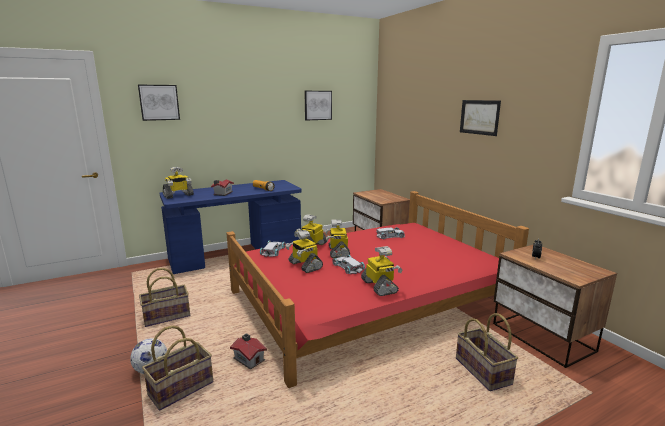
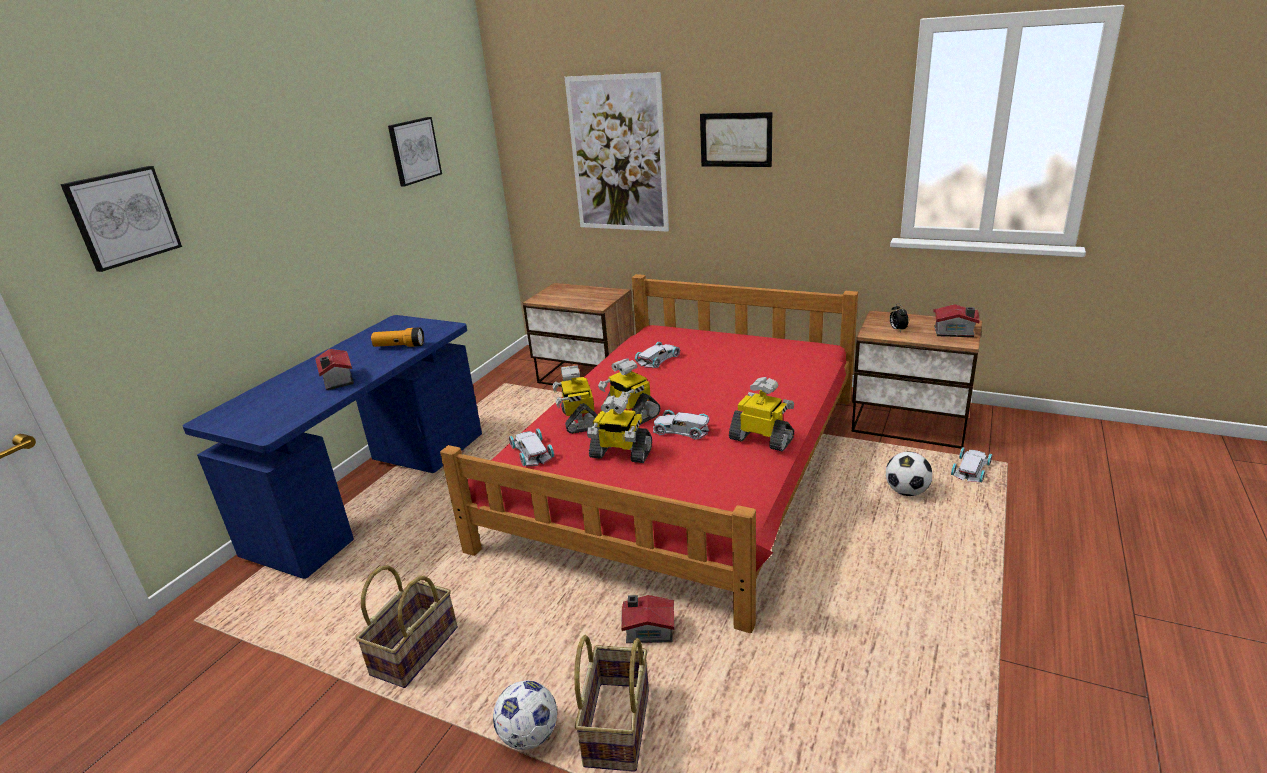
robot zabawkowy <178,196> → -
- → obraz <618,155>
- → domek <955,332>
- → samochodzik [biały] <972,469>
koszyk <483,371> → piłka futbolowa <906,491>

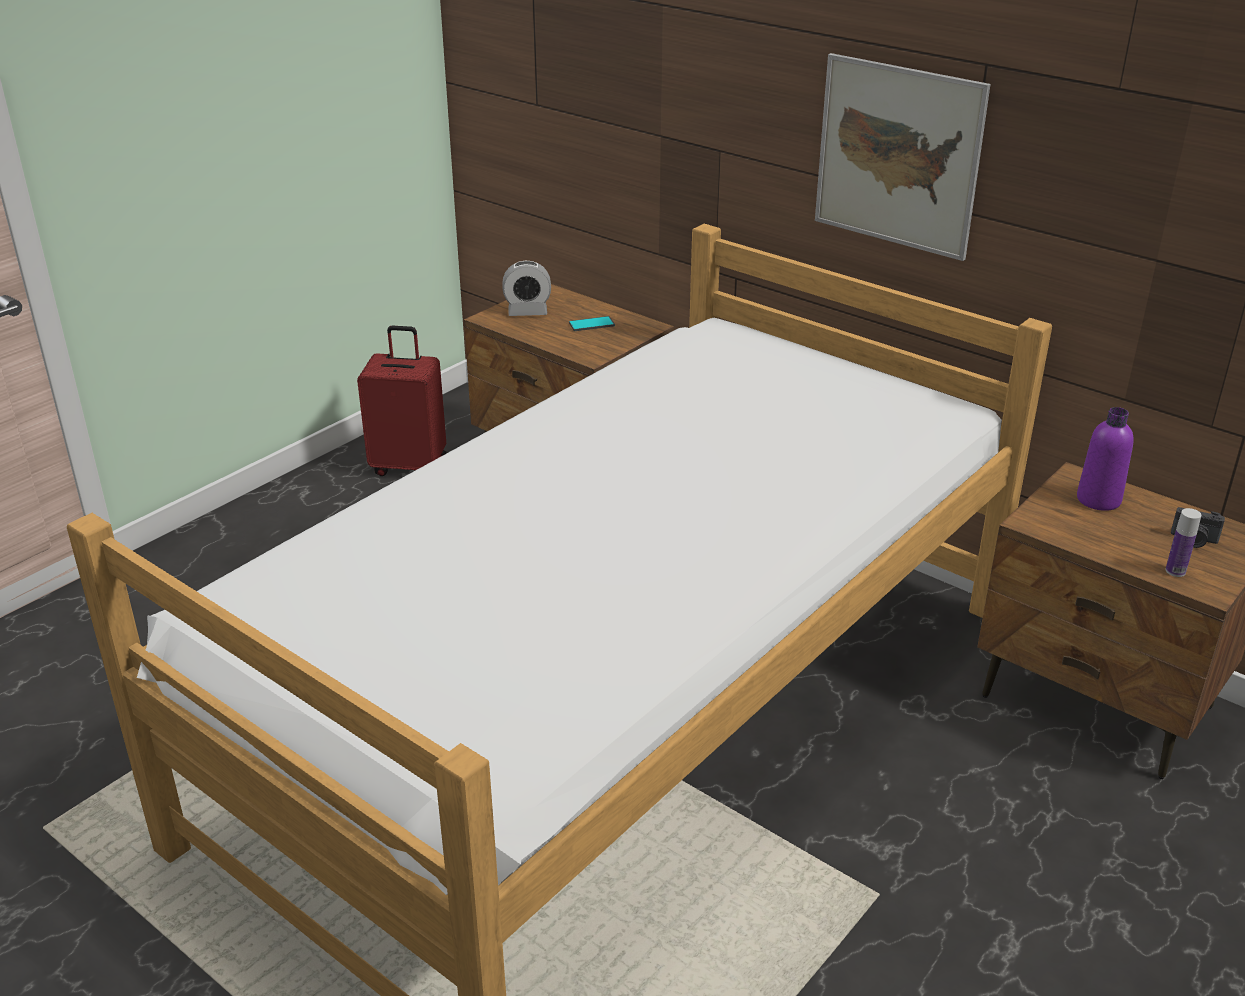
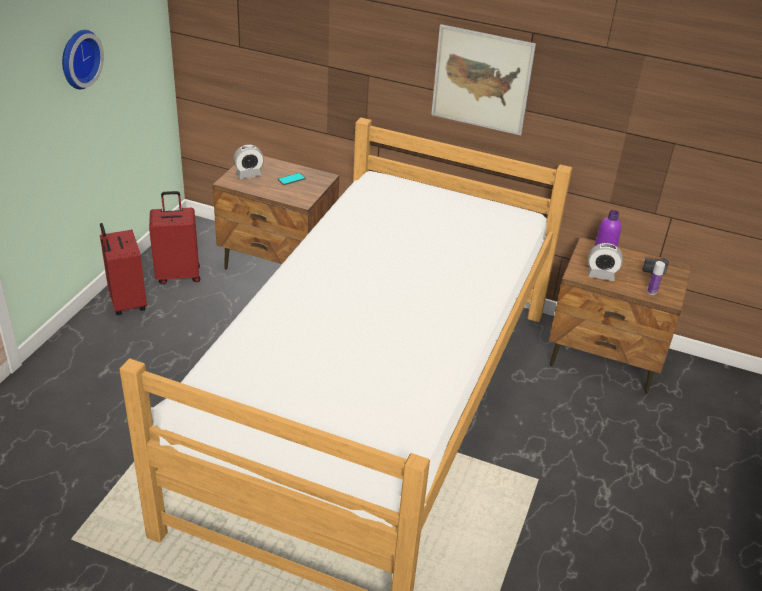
- → zegar ścienny <78,58>
- → walizka [czerwony] <126,303>
- → budzik <601,275>

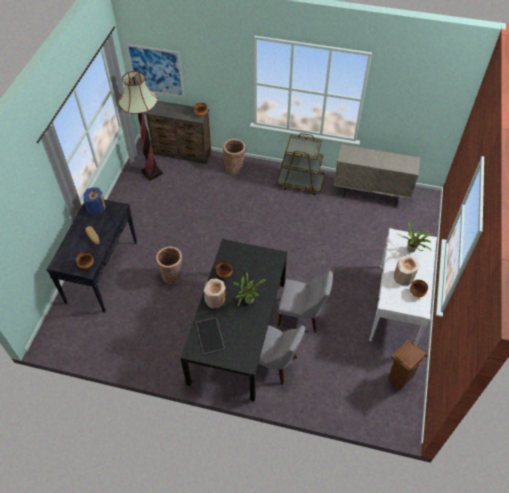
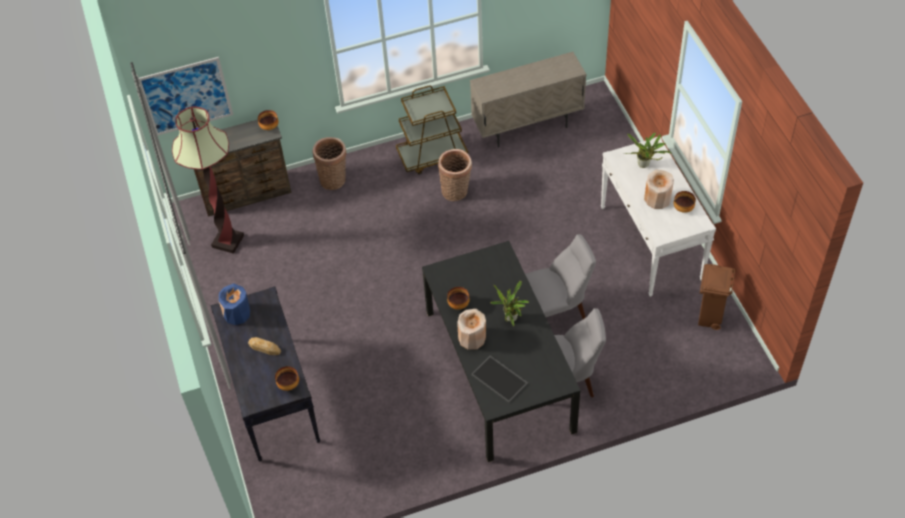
koszyk <172,277> → koszyk <456,191>, shifted

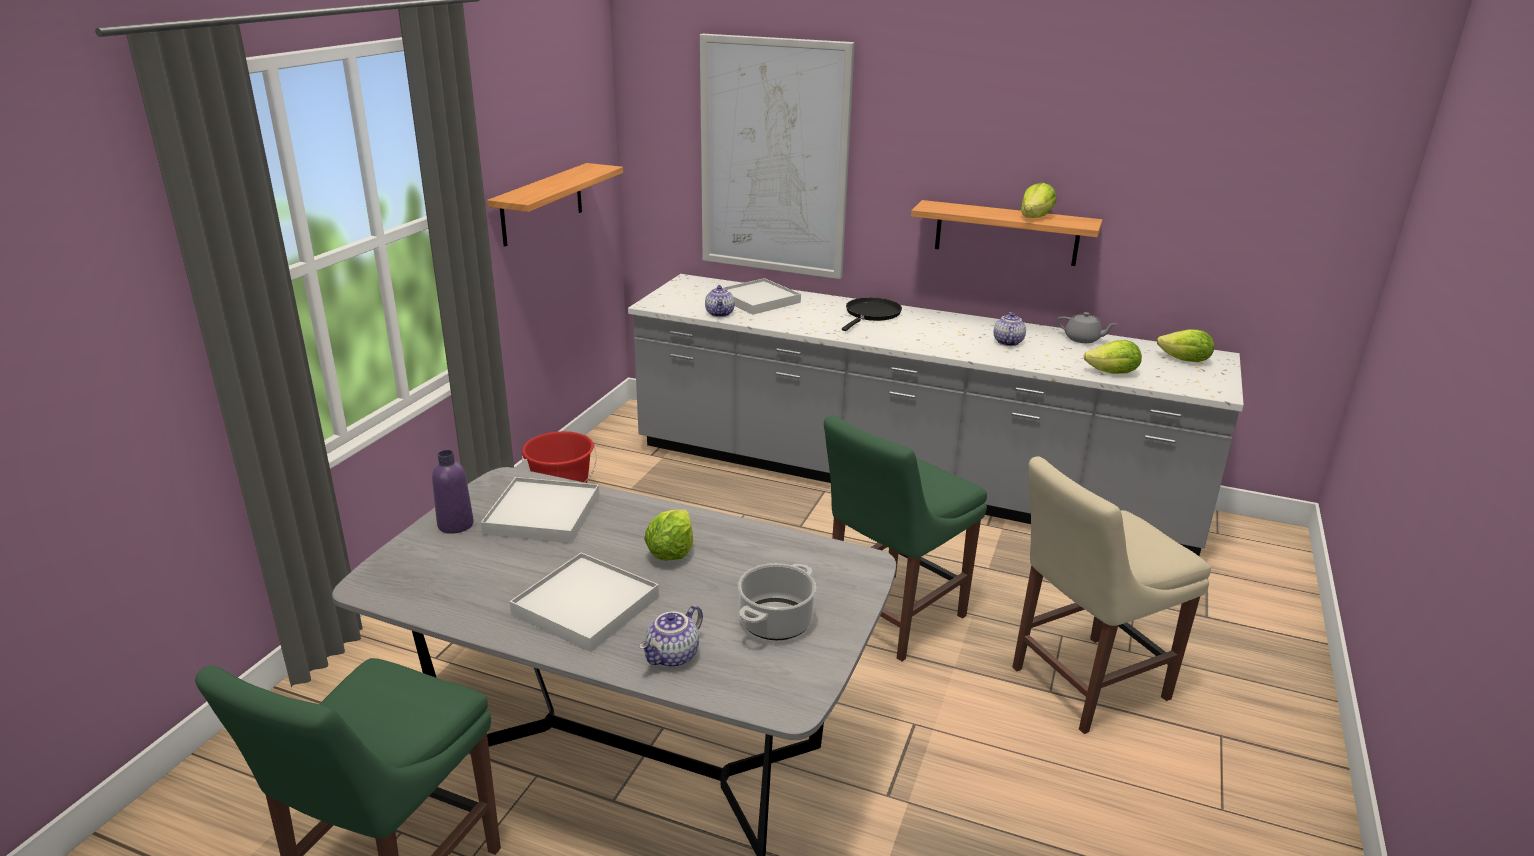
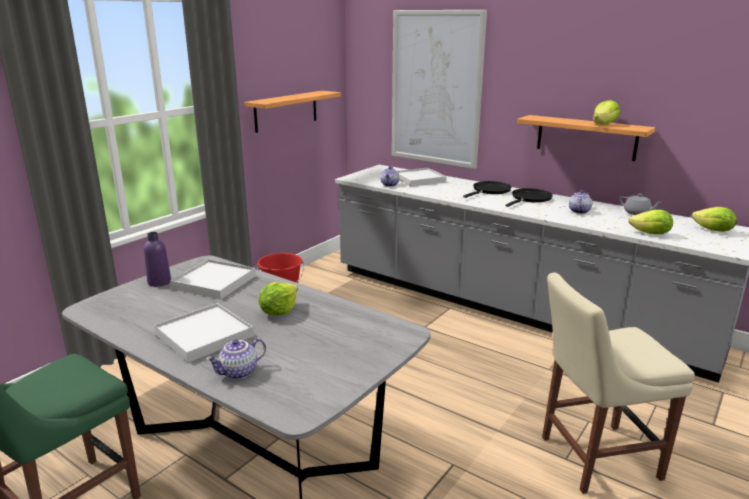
garnek <776,621> → -
krzesło [zielony] <890,618> → -
- → patelnia [czarny] <530,199>

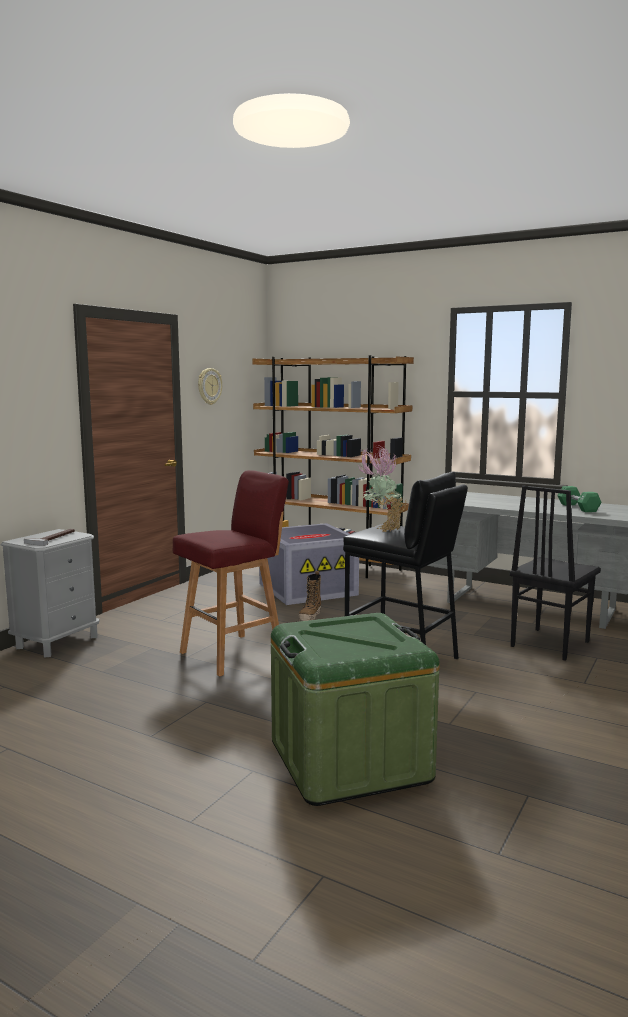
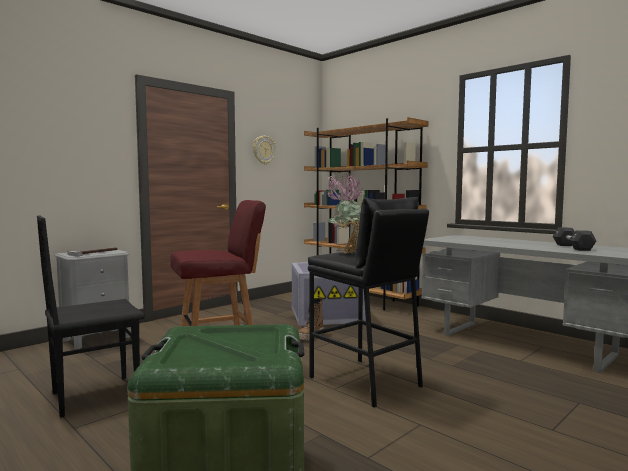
krzesło [czarny] <548,644> → krzesło [czarny] <94,395>, shifted
hantel [zielony] <578,507> → hantel [czarny] <572,247>

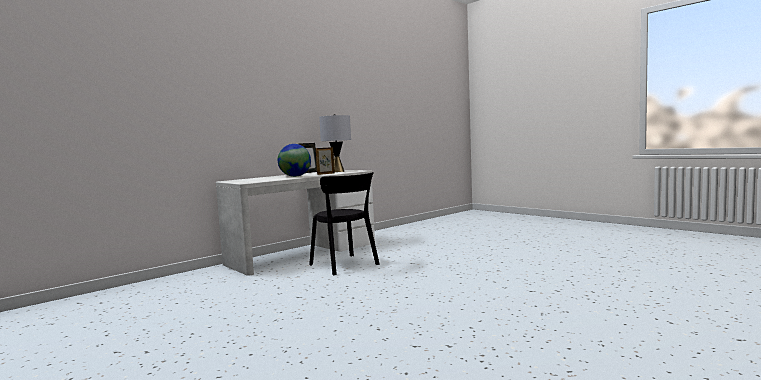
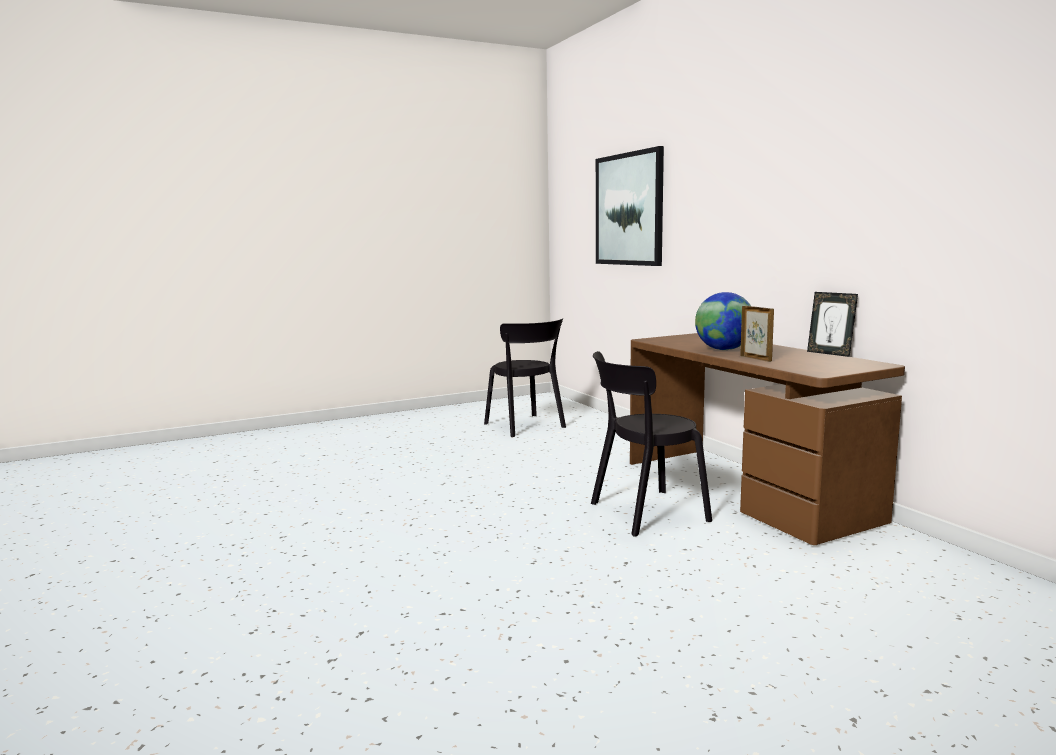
lampa stołowa [szary] <337,171> → -
- → krzesło [czarny] <526,426>
- → obraz <629,209>
biurko [biały] <303,254> → biurko [brązowy] <744,489>

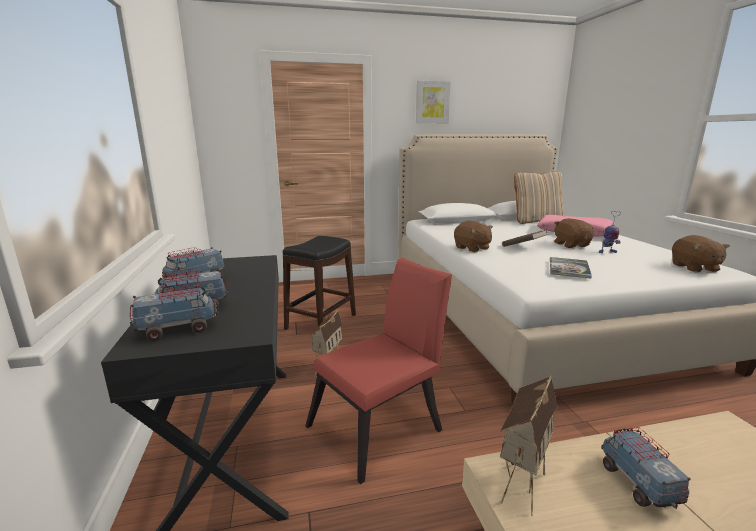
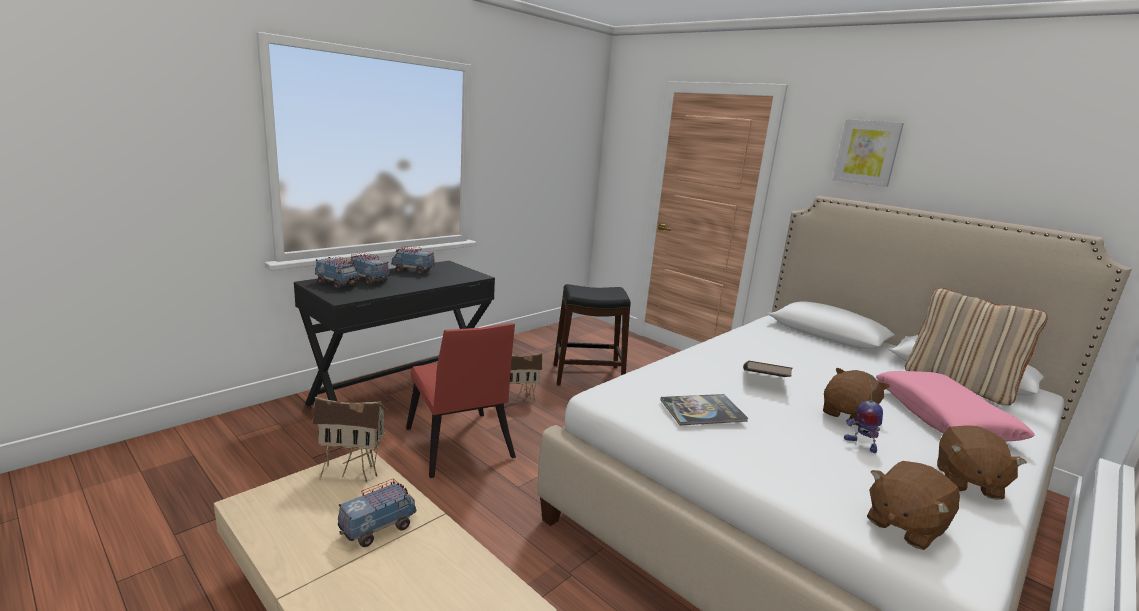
pluszak [brązowy] <472,248> → pluszak [brązowy] <966,482>, shifted
krzesło [czerwony] <381,425> → krzesło [czerwony] <459,447>, 45 degrees clockwise

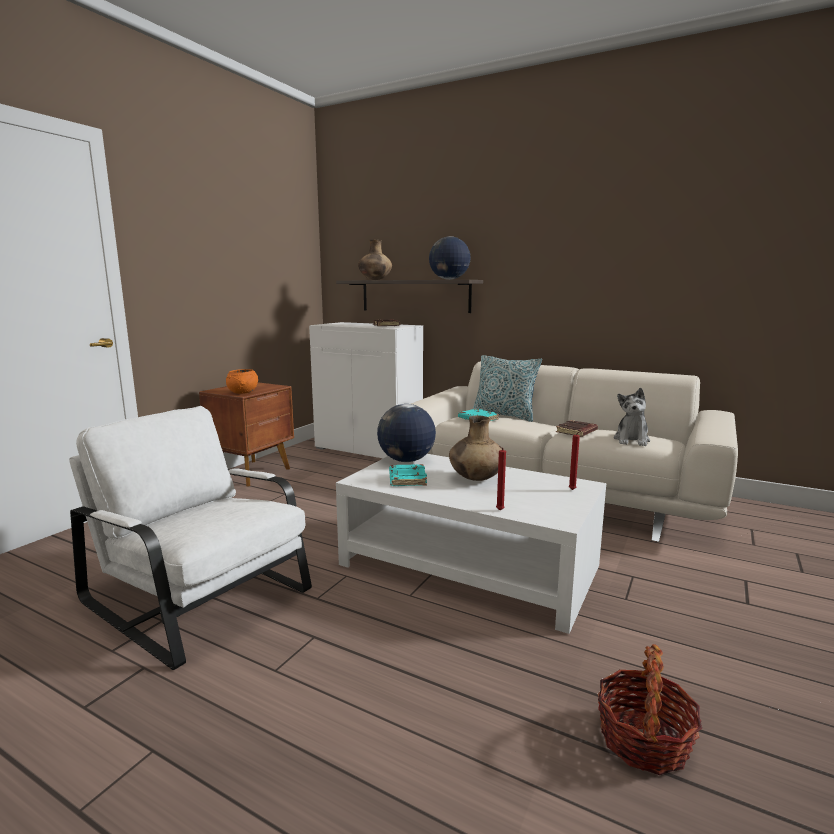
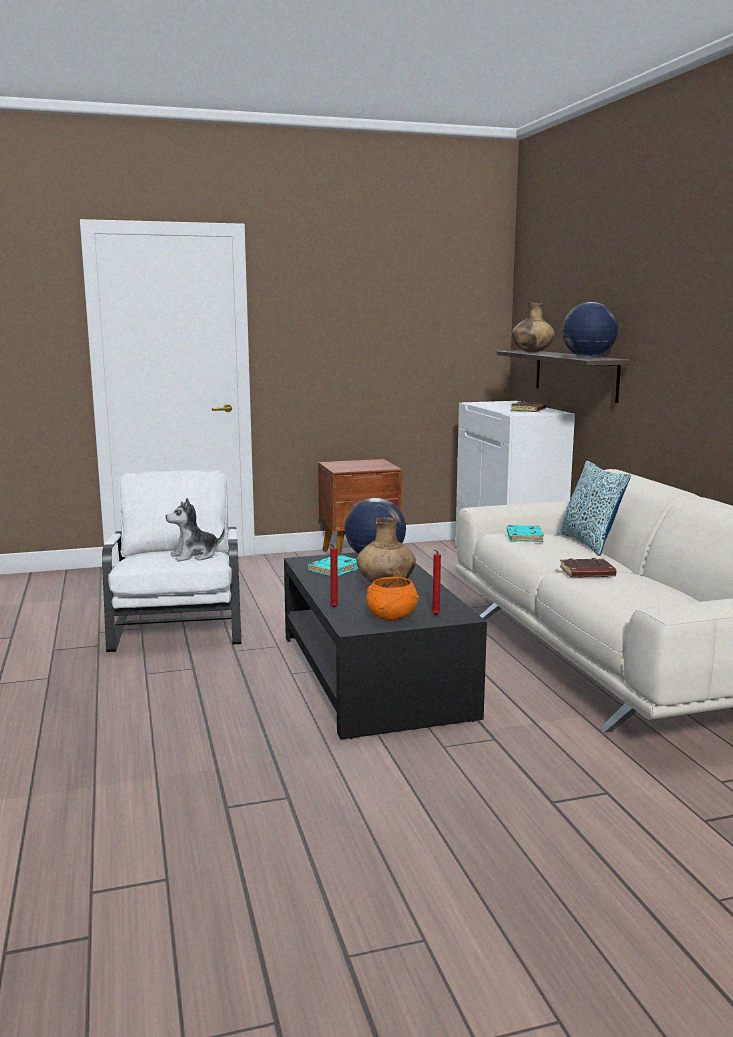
koszyk <644,740> → -
miska [pomarańczowy] <243,392> → miska [pomarańczowy] <391,617>, shifted
pluszak <632,440> → pluszak <195,556>, shifted
ława [biały] <469,565> → ława [czarny] <374,675>

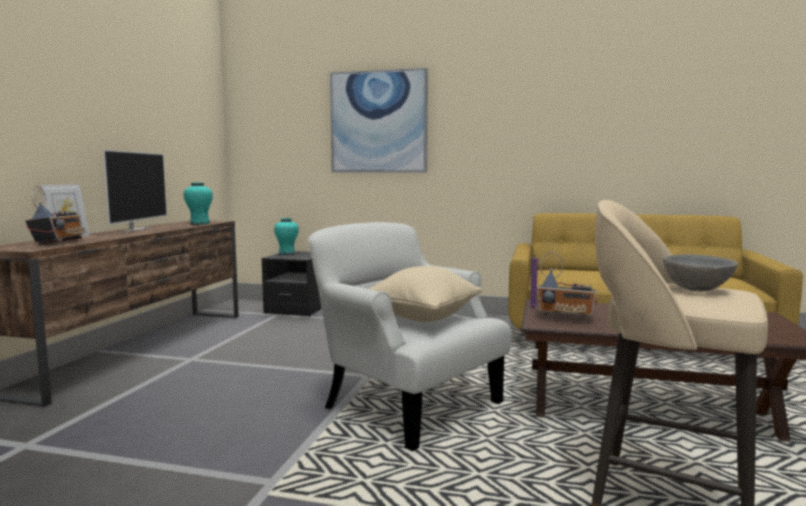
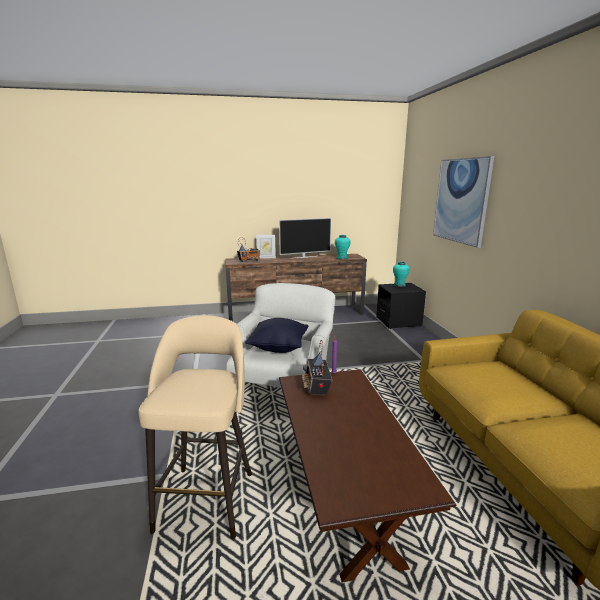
miska [szary] <698,289> → -
poduszka [beżowy] <421,318> → poduszka [czarny] <278,347>

